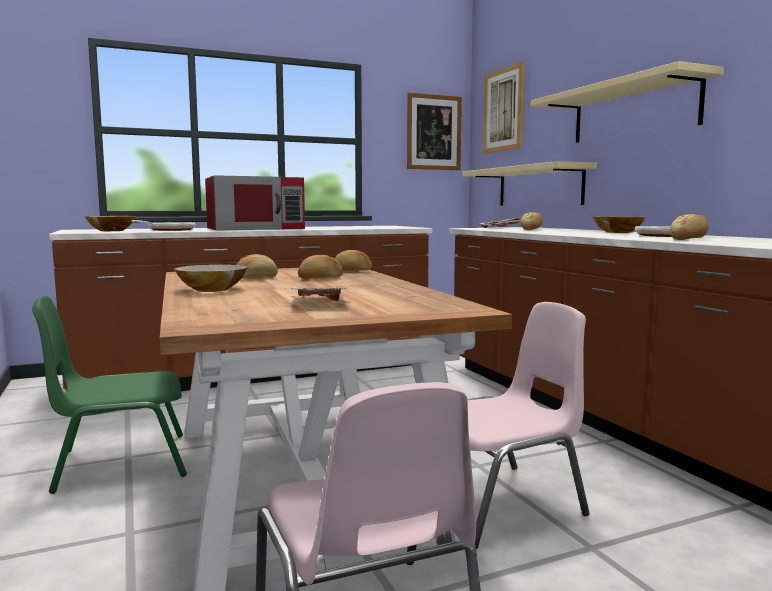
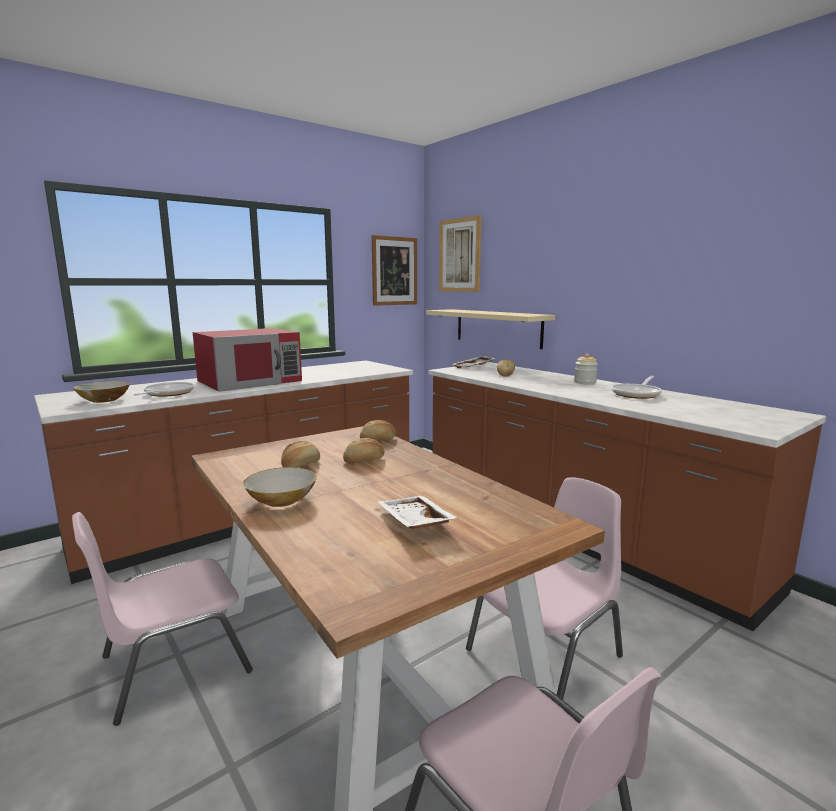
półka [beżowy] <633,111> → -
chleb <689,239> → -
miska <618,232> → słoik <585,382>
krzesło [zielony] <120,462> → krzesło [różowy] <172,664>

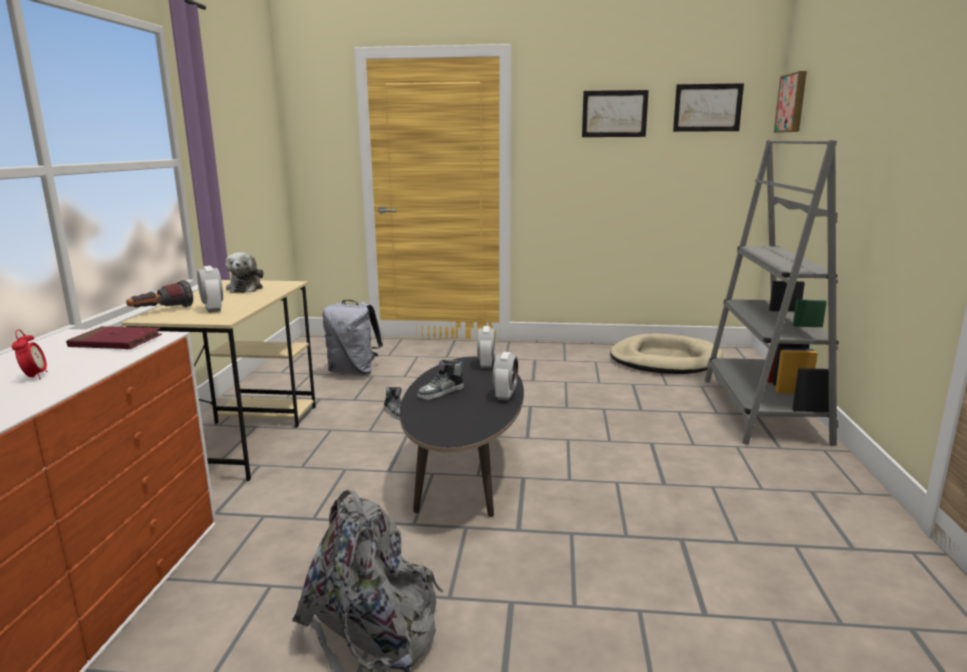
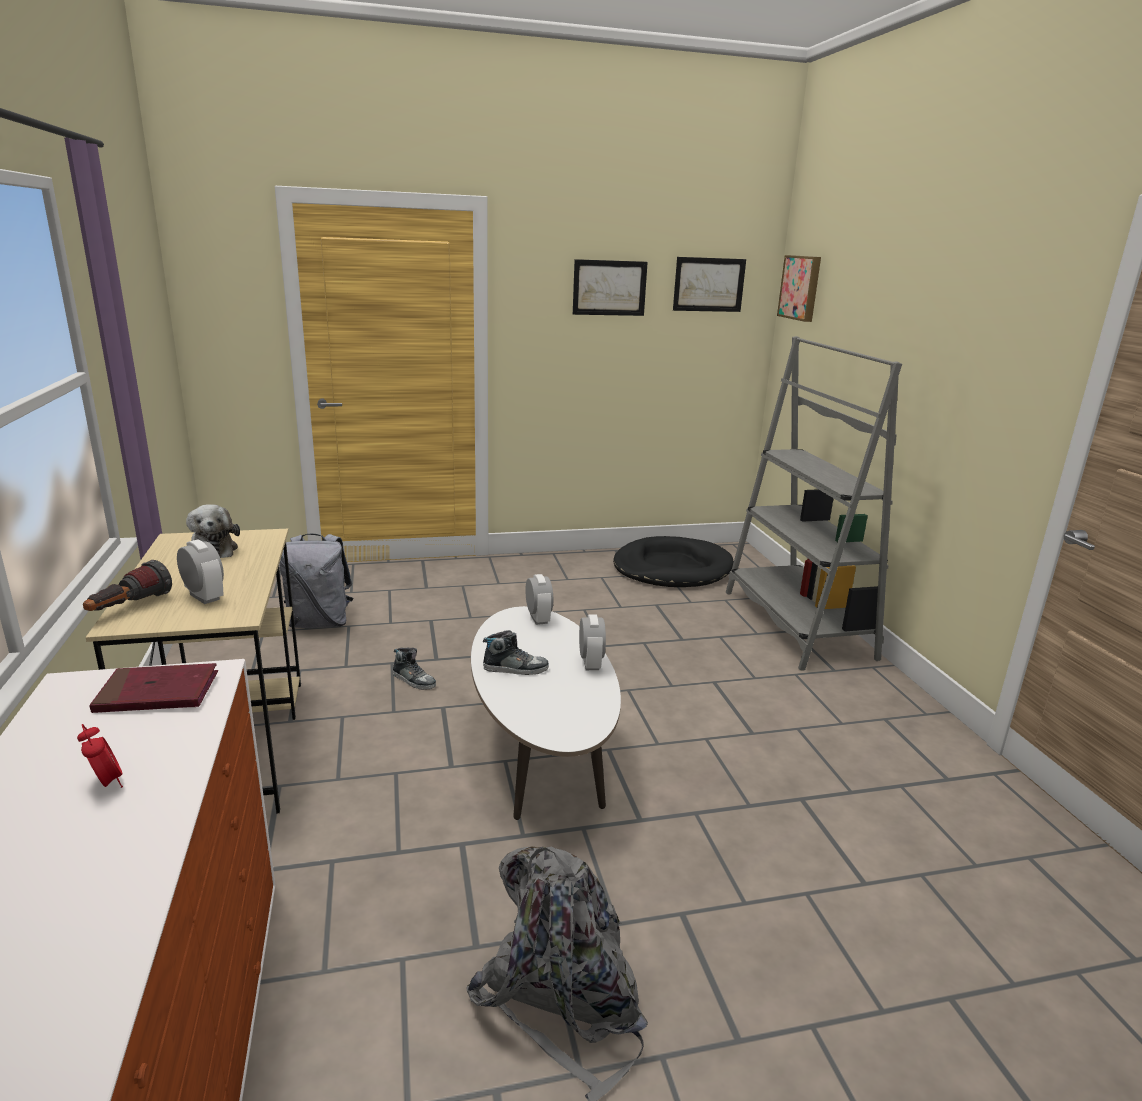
ława [czarny] <465,471> → ława [biały] <540,751>
legowisko [beżowy] <664,360> → legowisko [czarny] <672,568>
but <441,392> → but <515,668>, 120 degrees counterclockwise

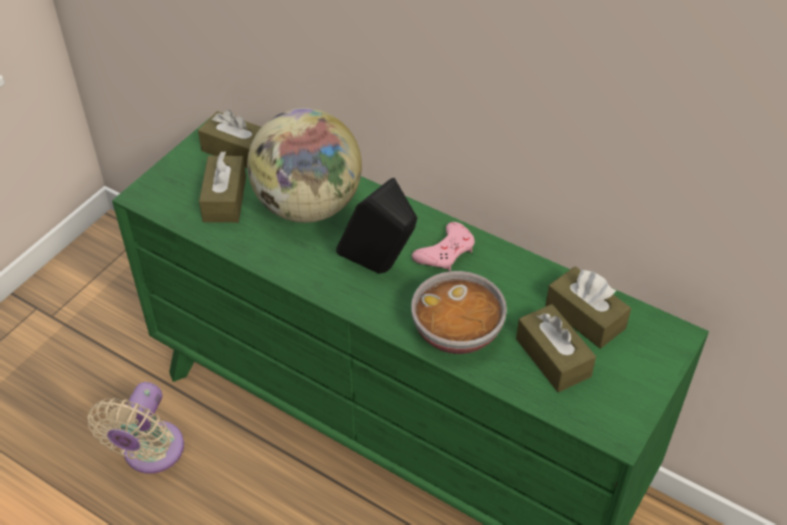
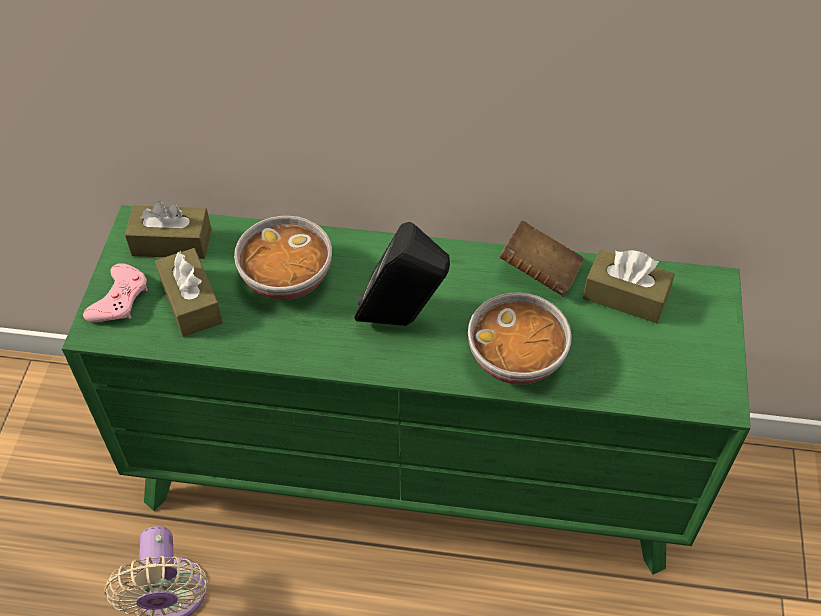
pudełko chusteczek [brązowy] <553,357> → -
- → książka [brązowy] <539,271>
pad do gier [różowy] <446,252> → pad do gier [różowy] <119,299>, shifted
globus <307,206> → miska <286,278>

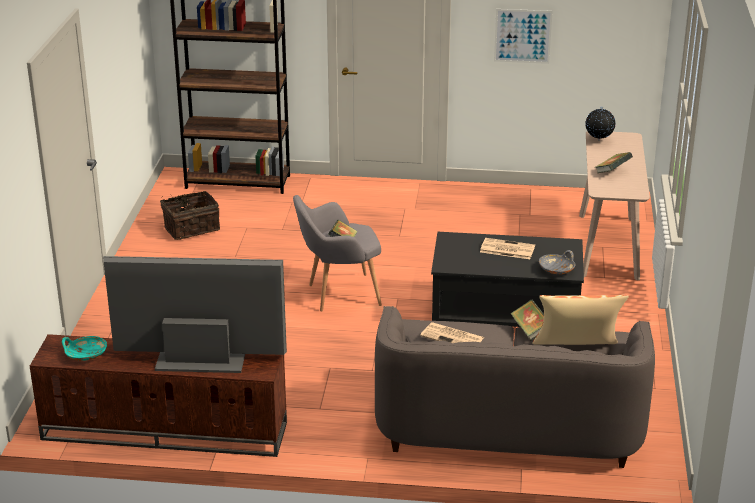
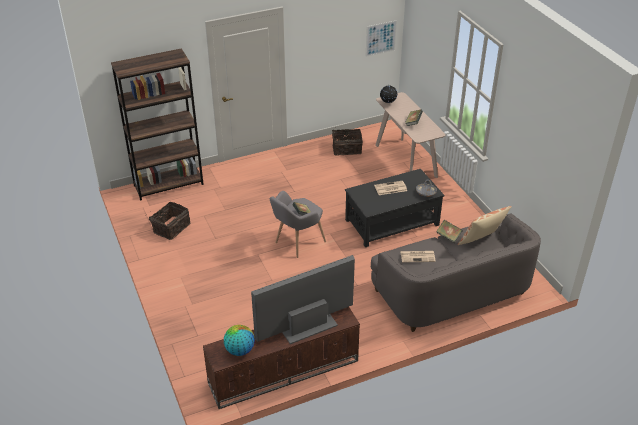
- → koszyk <346,149>
obraz <522,36> → obraz <380,38>, shifted
miska [turkusowy] <85,354> → globus <239,350>

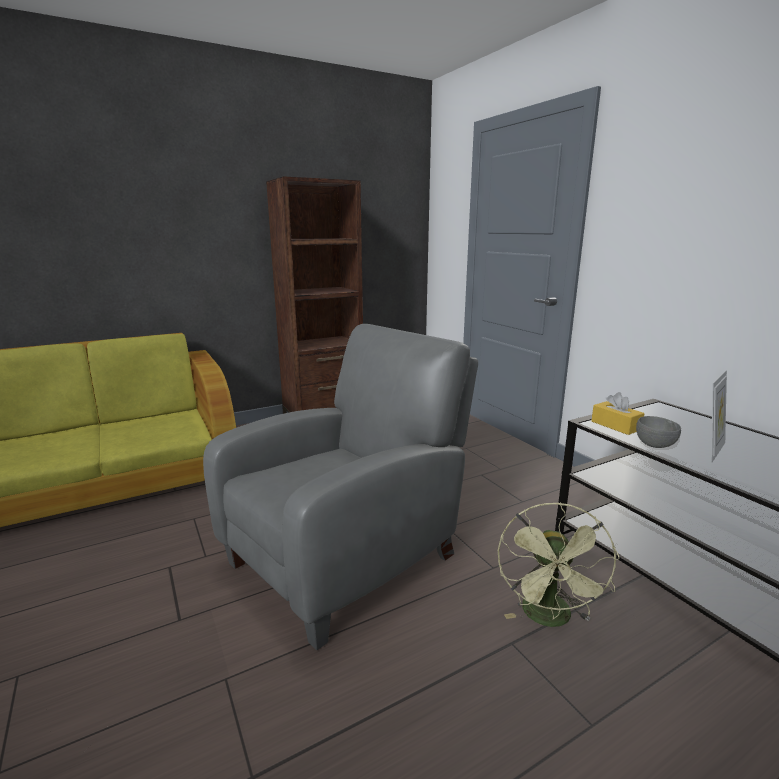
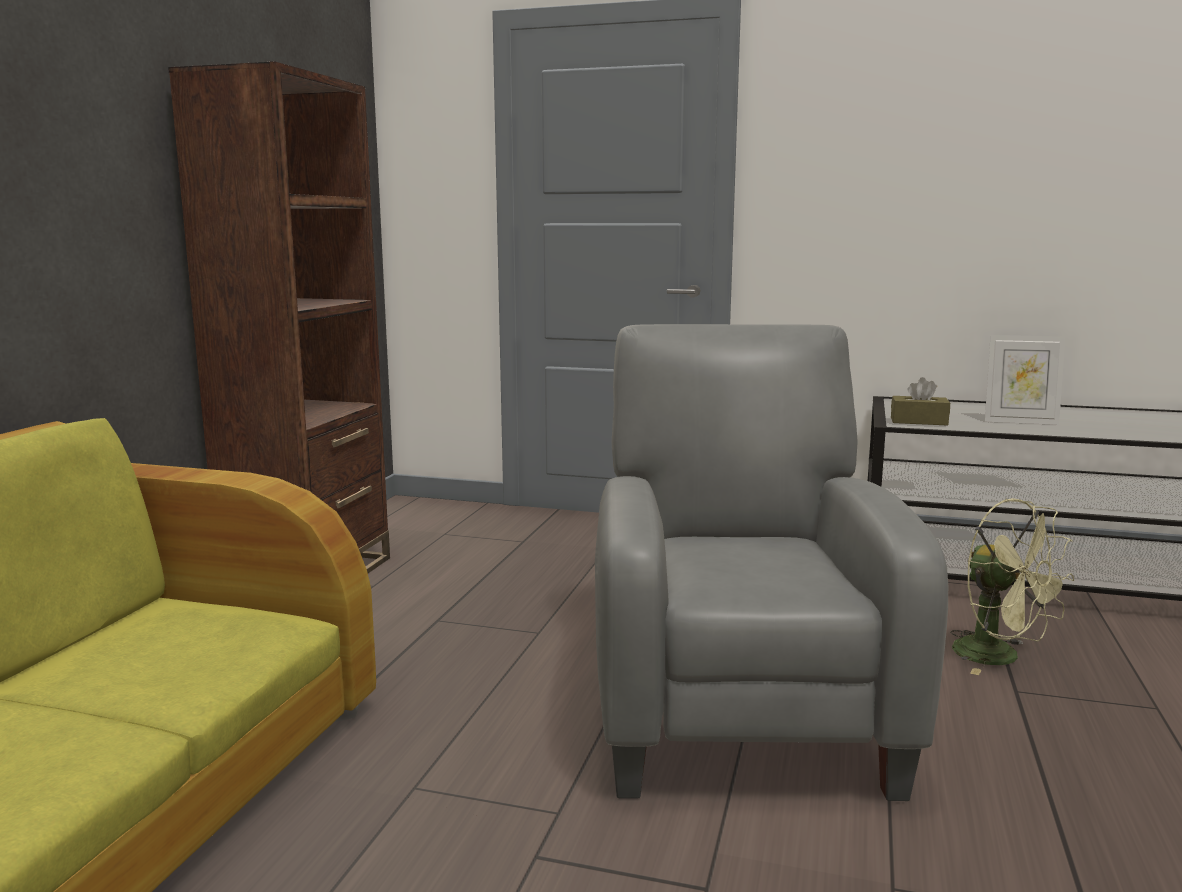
miska [szary] <654,445> → -
pudełko chusteczek [żółty] <615,425> → pudełko chusteczek [brązowy] <918,421>
ramka na zdjęcie <711,450> → ramka na zdjęcie <1020,421>, 105 degrees clockwise

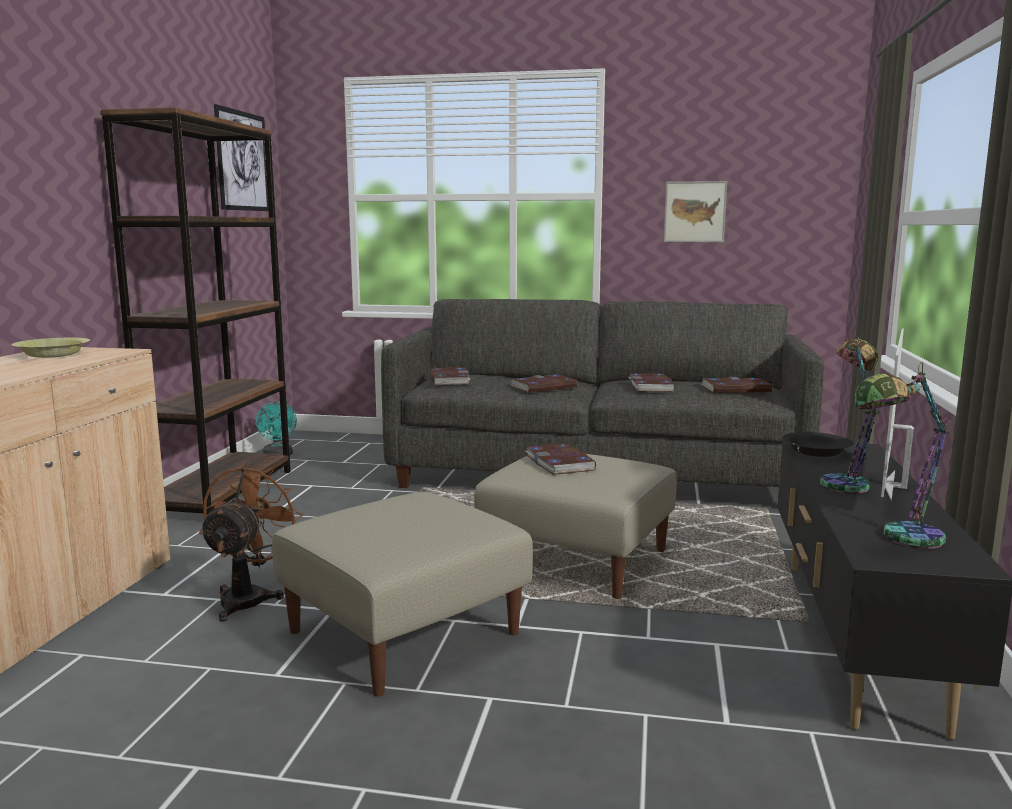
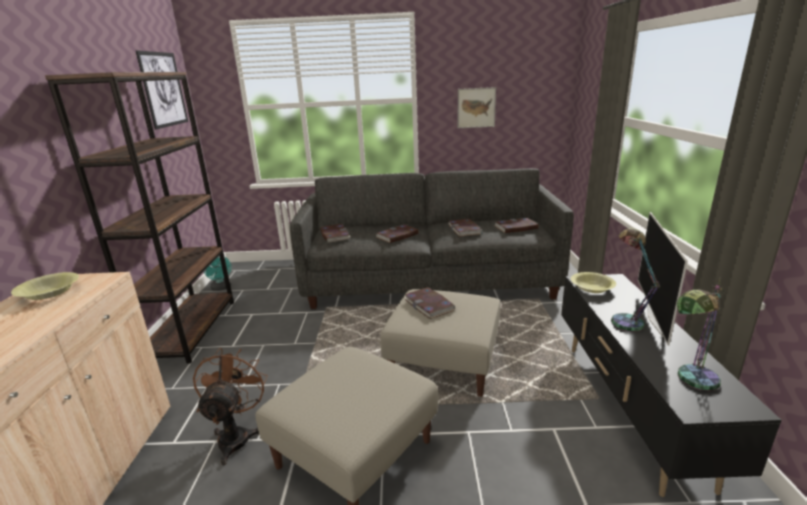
miska [czarny] <816,452> → miska [żółty] <591,288>

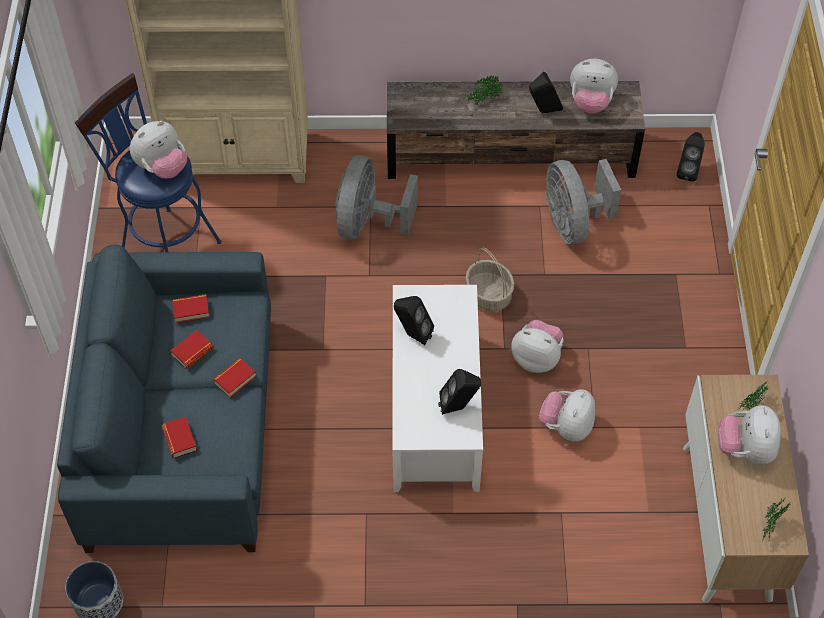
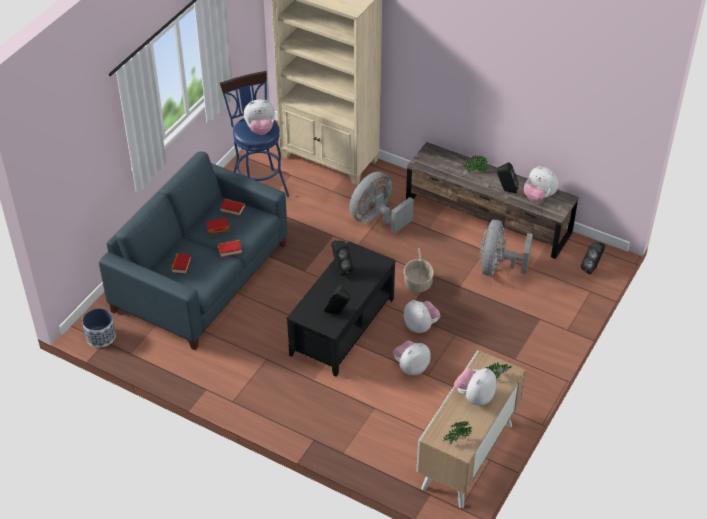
ława [biały] <434,410> → ława [czarny] <342,326>

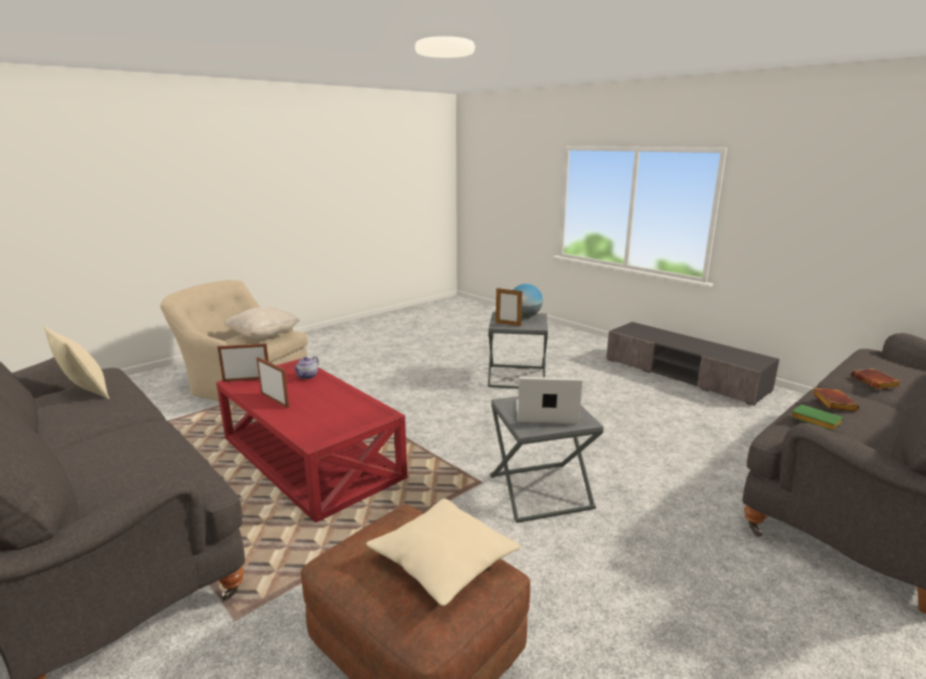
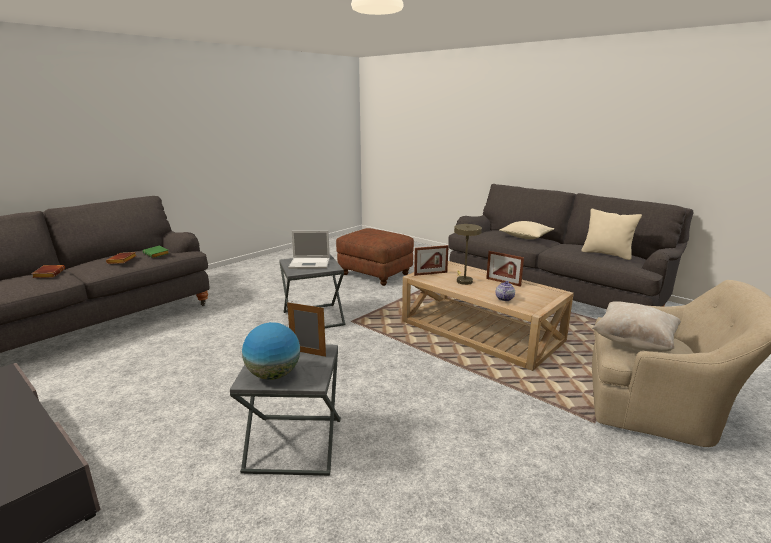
- → lampa stołowa [beżowy] <463,280>
ramka na zdjęcie <247,379> → ramka na zdjęcie <430,273>, shifted
poduszka [beżowy] <443,562> → poduszka [beżowy] <526,236>, shifted
ława [czerwony] <309,458> → ława [beżowy] <481,330>

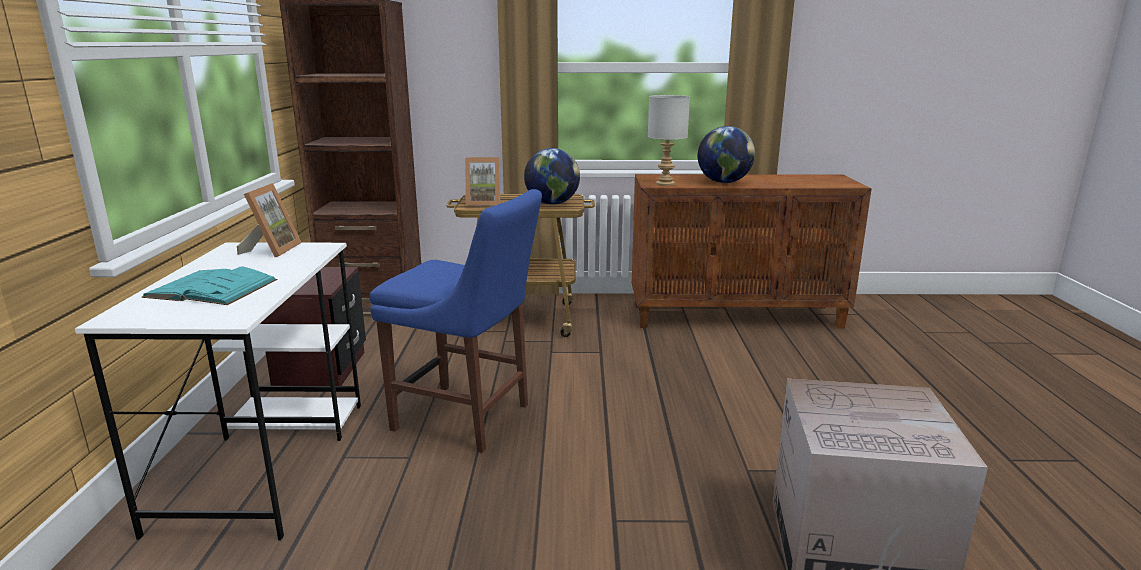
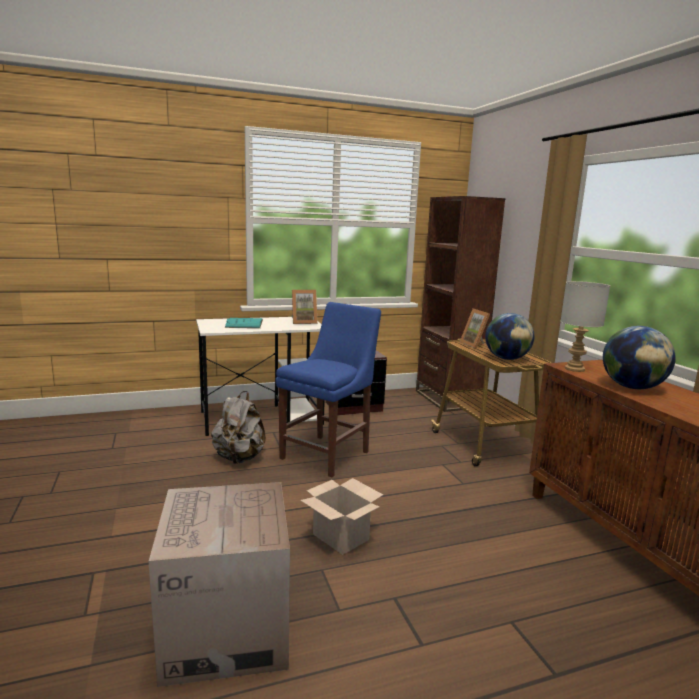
- → plecak [szary] <239,458>
- → karton <342,537>
krzesło [niebieski] <467,419> → krzesło [niebieski] <328,453>, 150 degrees counterclockwise

